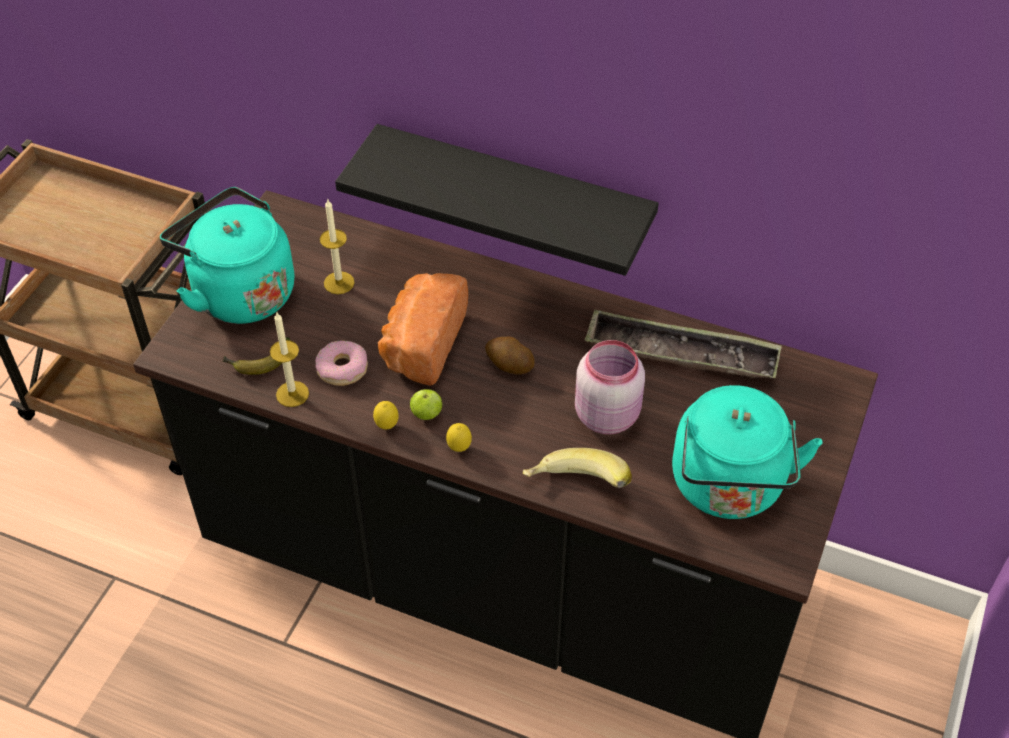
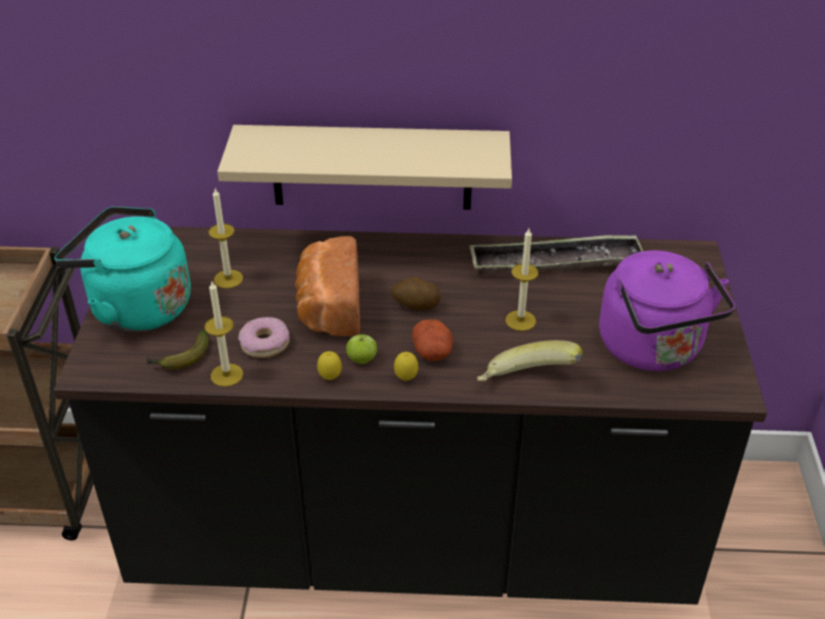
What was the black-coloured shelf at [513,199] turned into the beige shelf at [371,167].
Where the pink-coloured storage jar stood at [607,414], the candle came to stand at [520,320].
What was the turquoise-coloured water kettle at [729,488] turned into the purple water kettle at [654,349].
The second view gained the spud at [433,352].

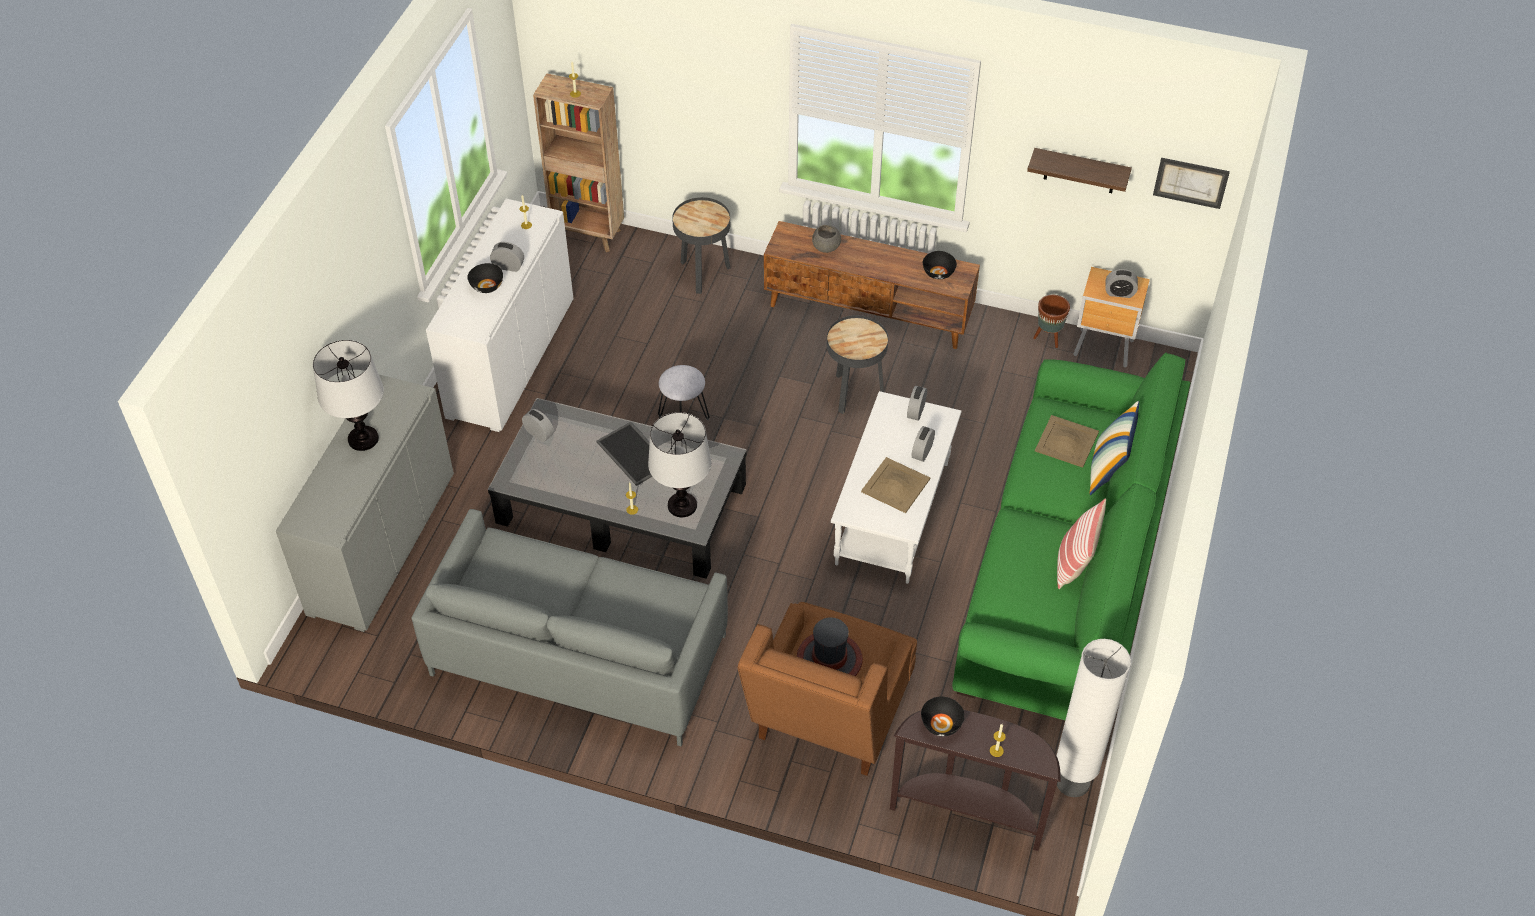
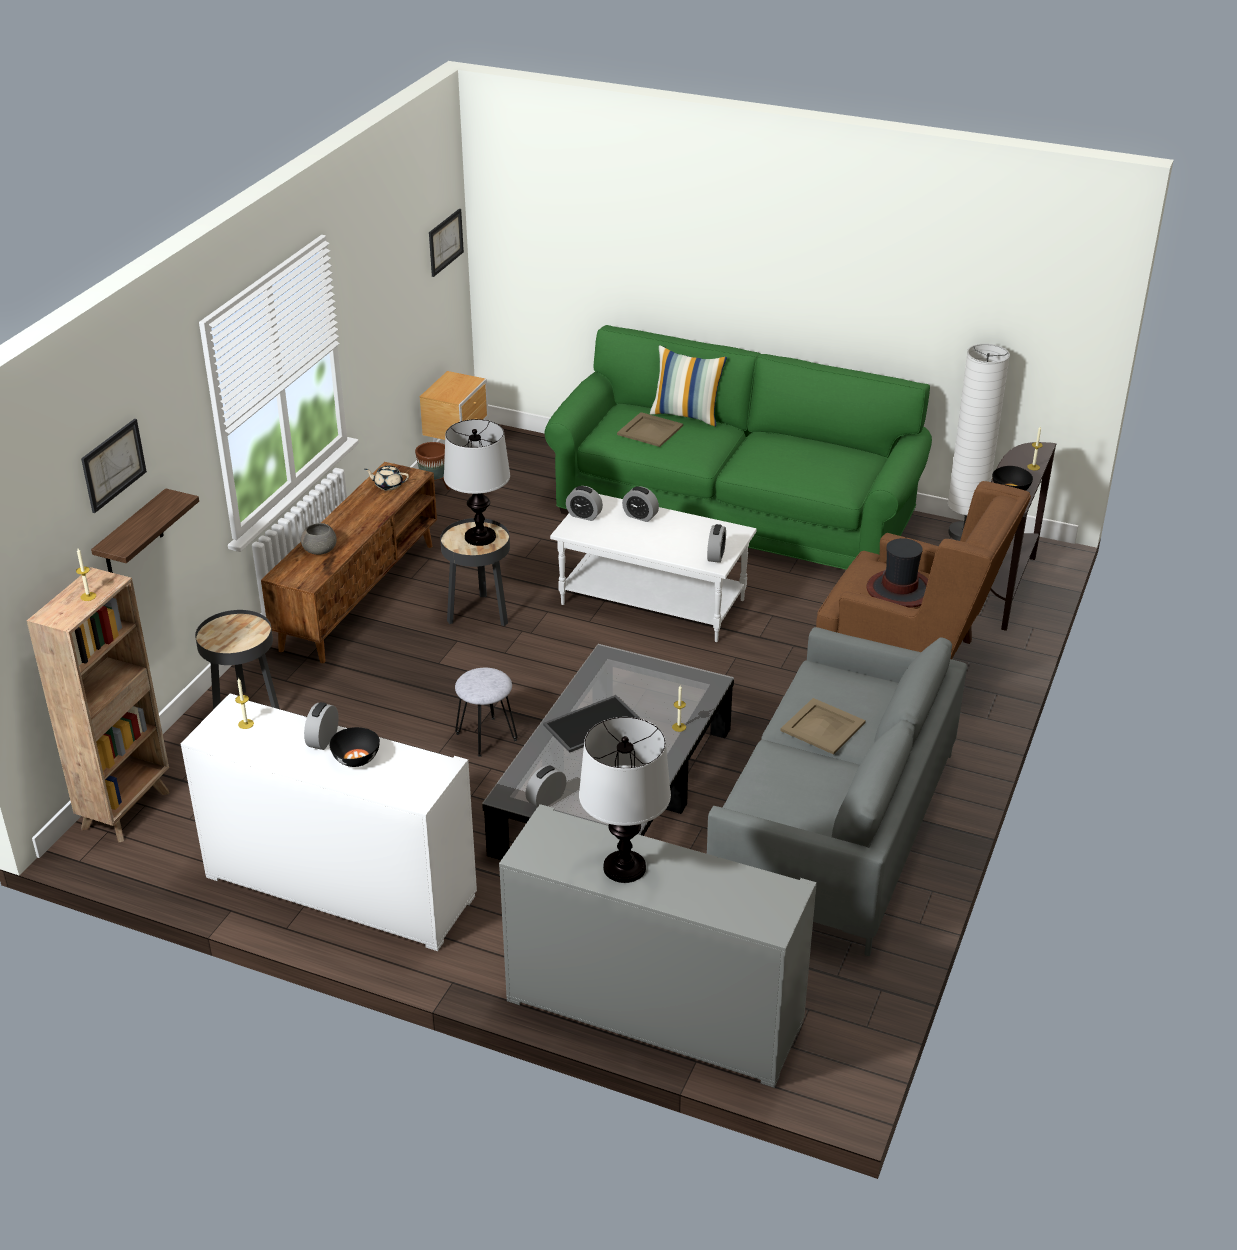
The shelf ended up elsewhere, having gone from [1080,171] to [132,537].
Where the black-coloured serving bowl stood at [938,272], the beige tea pot came to stand at [388,485].
The bedside clock ended up elsewhere, having gone from [1119,293] to [716,555].
The tabletop lamp ended up elsewhere, having gone from [681,506] to [480,537].
The beige carrying tray ended up elsewhere, having gone from [896,486] to [823,726].
The second view lost the pillow at [1074,563].
The second view gained the wall art at [113,465].

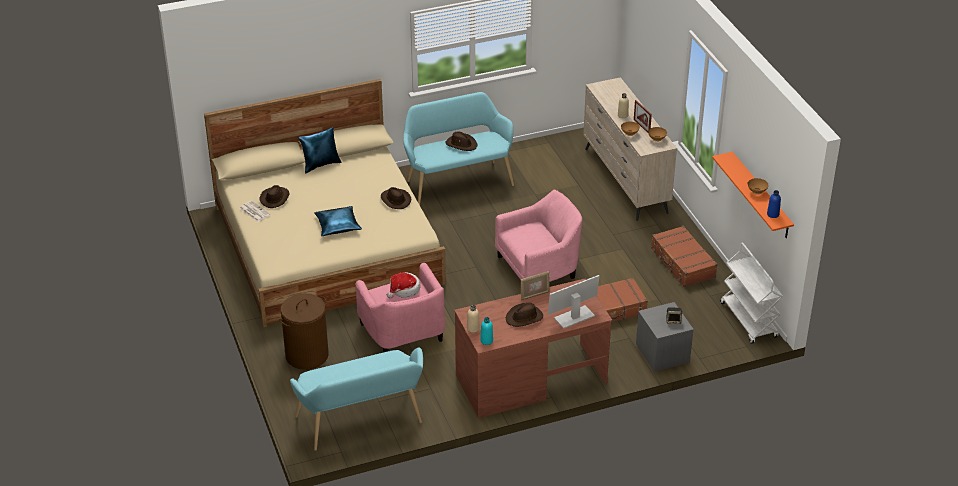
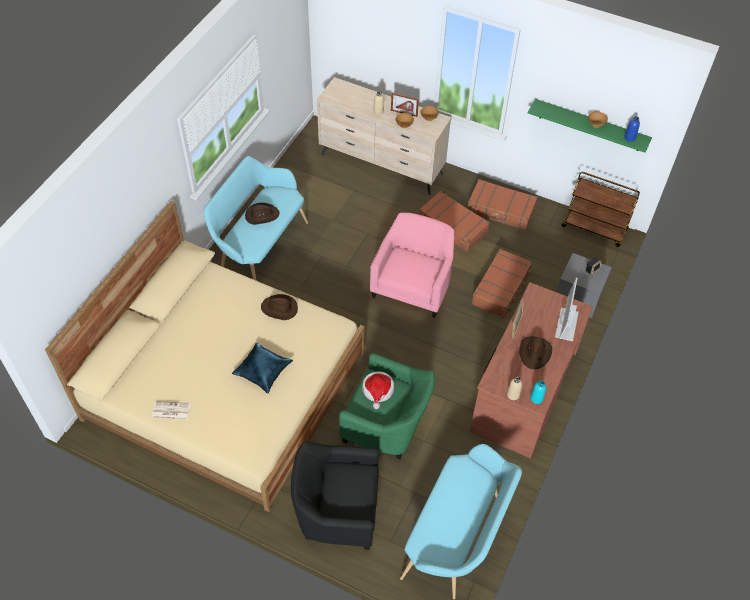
The second view lost the bluish pillow at [321,164].
What was the orange-coloured shelf at [761,196] turned into the green shelf at [590,125].
The second view lost the brown-coloured wearable hat at [275,198].
What was the whitish cart at [749,320] turned into the brown-coloured cart at [595,228].
What was the pink-coloured easy chair at [404,333] turned into the green easy chair at [387,424].
Where the brown-coloured washing basket stood at [307,355], the black-coloured easy chair came to stand at [337,509].
The second view gained the brown-coloured suitcase at [452,227].

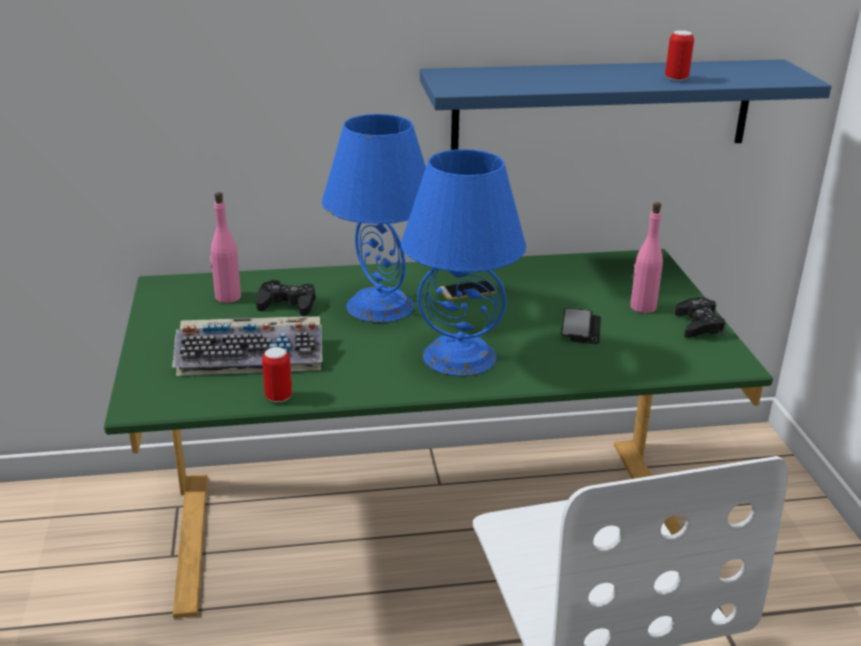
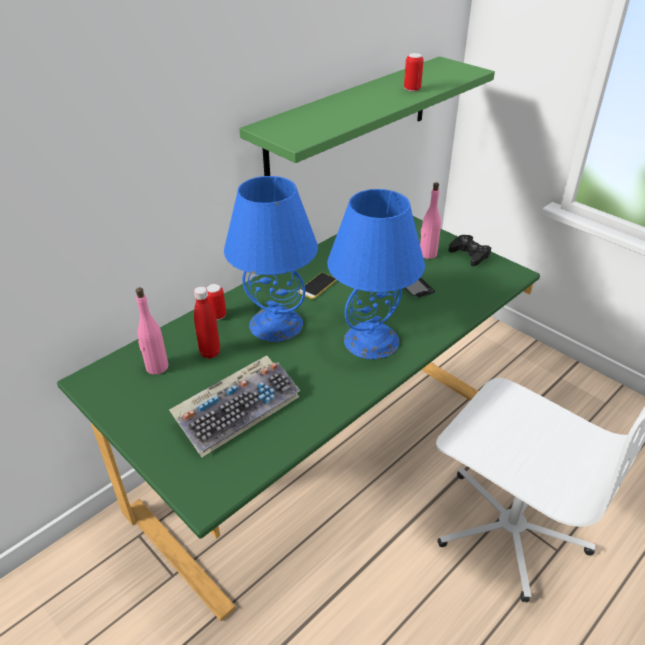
What was the bluish shelf at [602,106] turned into the green shelf at [350,119].
Where the black-coloured gamepad stood at [287,304], the red drink bottle came to stand at [210,353].
The metal can ended up elsewhere, having gone from [278,397] to [217,316].

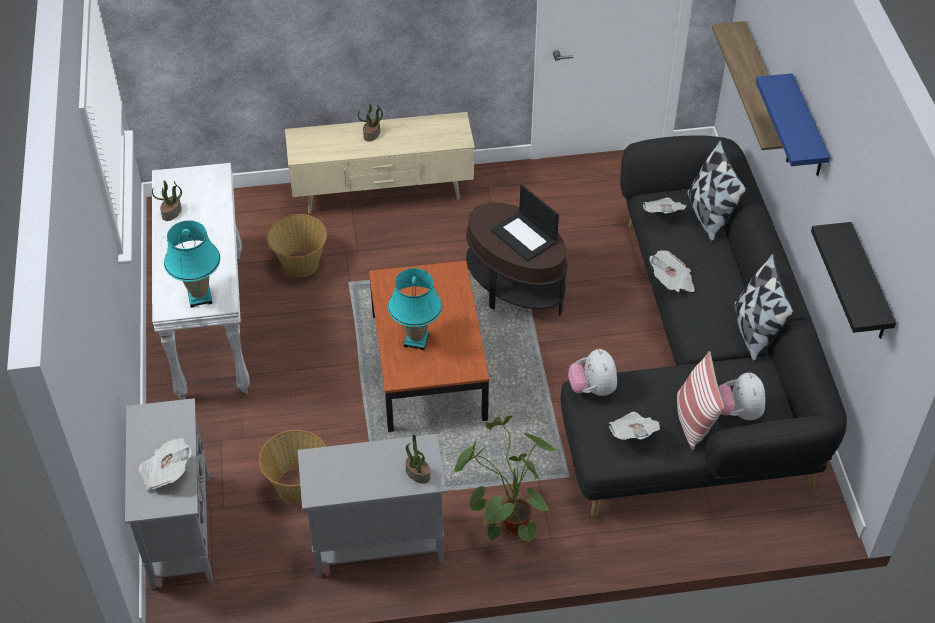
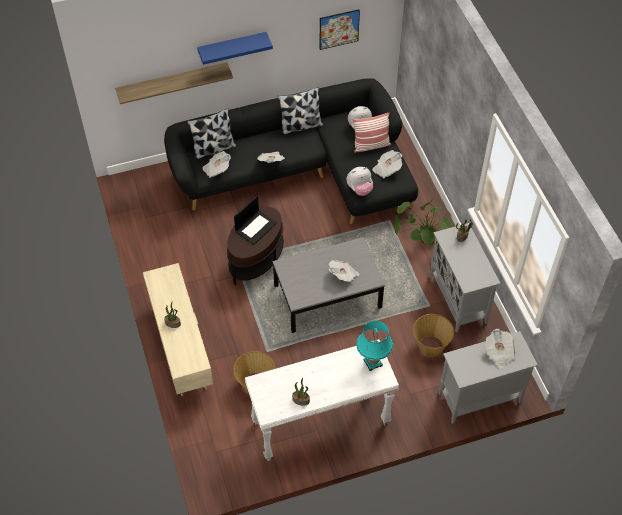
Where the black-coloured shelf hung at [868,285], the wall art came to hang at [339,29].
What was the brown-coloured low table at [429,366] turned into the greyish low table at [327,296].
Where the turquoise-coloured tabletop lamp stood at [416,341], the daily paper came to stand at [343,275].

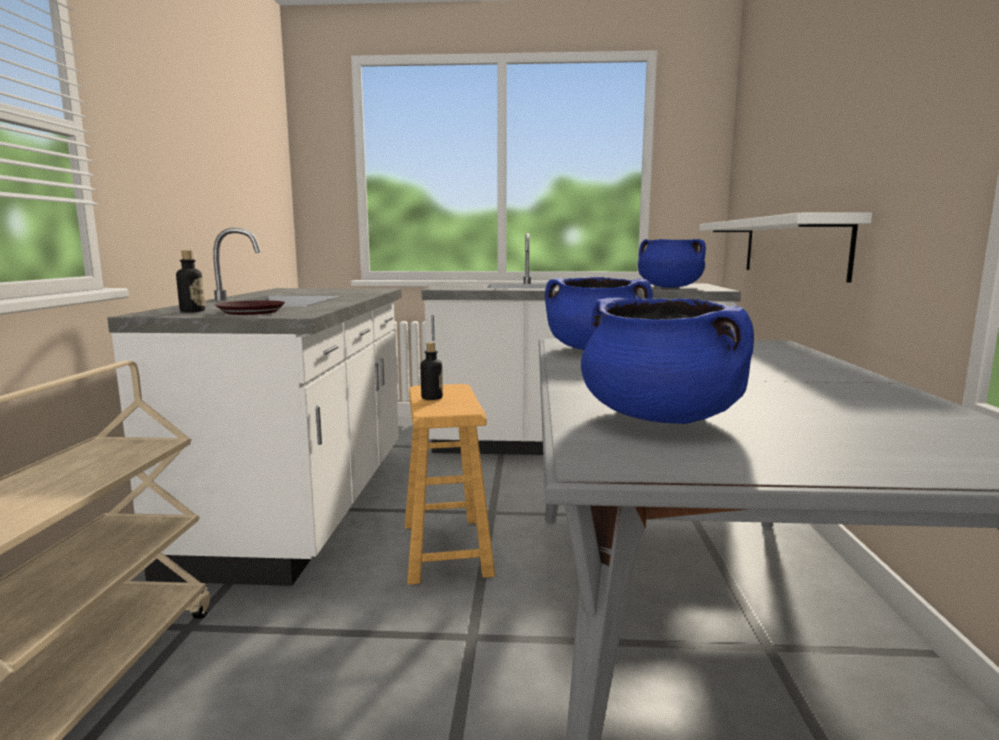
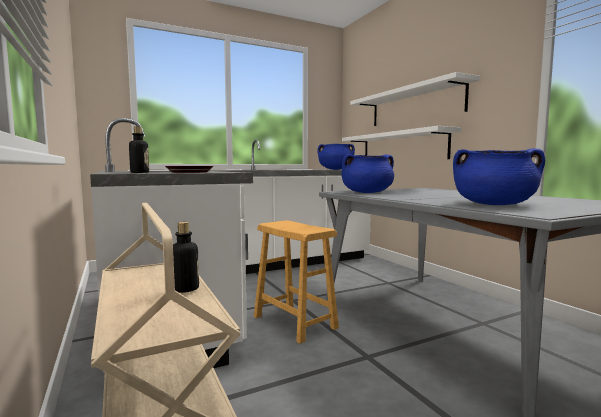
The drink bottle ended up elsewhere, having gone from [432,398] to [185,289].
The second view gained the whitish shelf at [414,105].

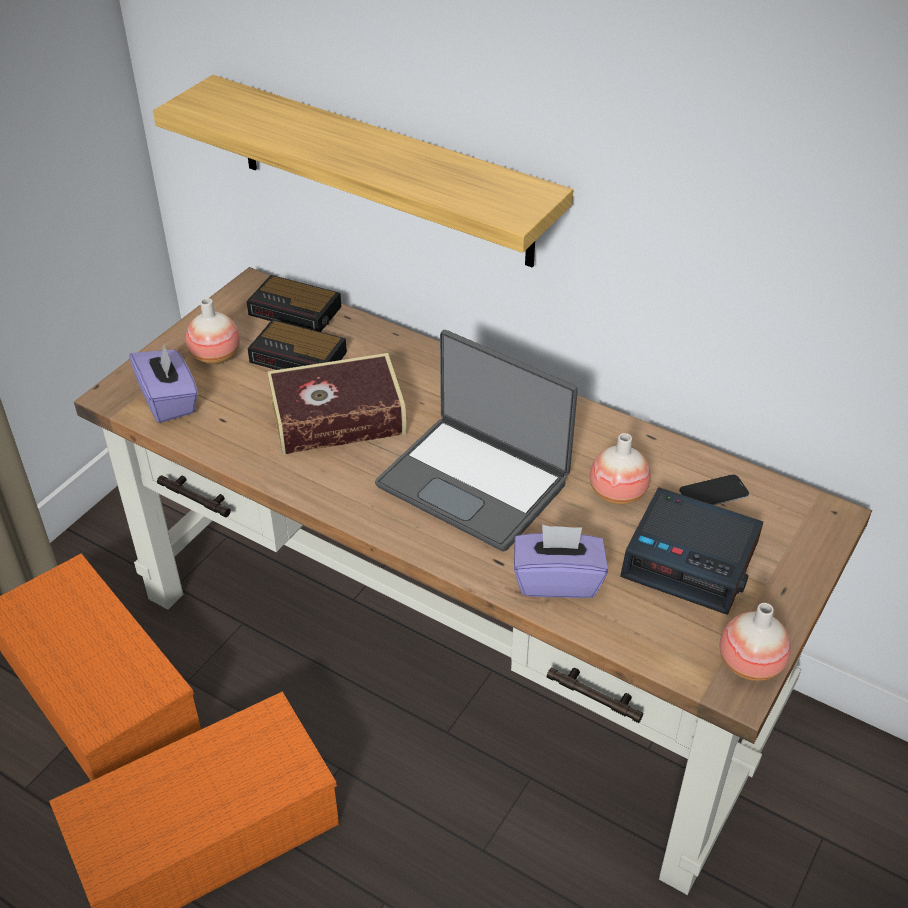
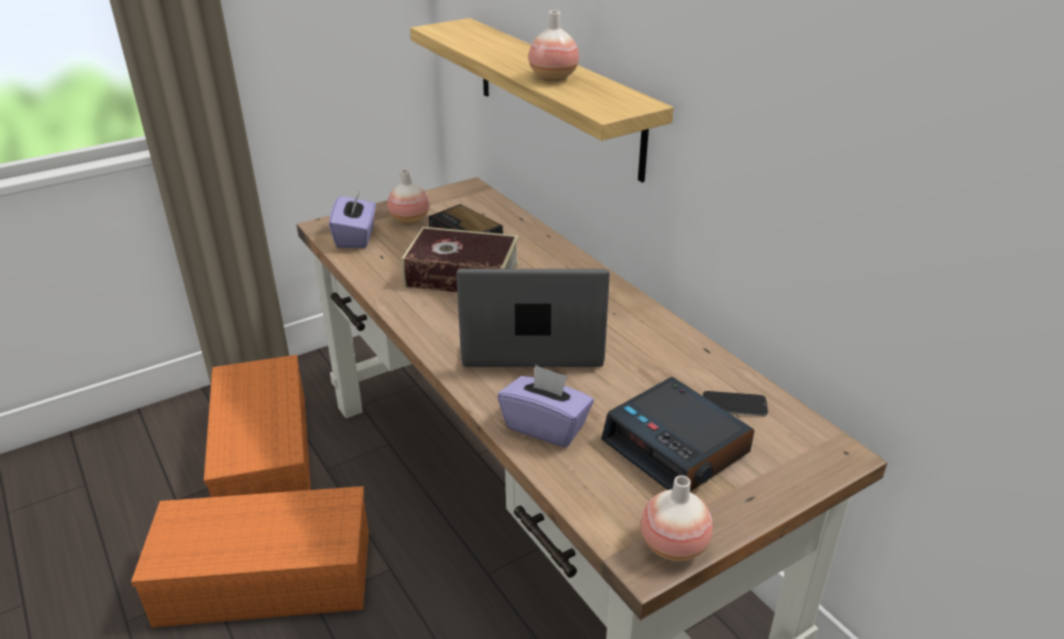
The second view lost the bedside clock at [297,311].
The notebook computer at [475,482] ended up facing another way, 120 degrees clockwise from before.
The decorative vase ended up elsewhere, having gone from [617,493] to [553,78].

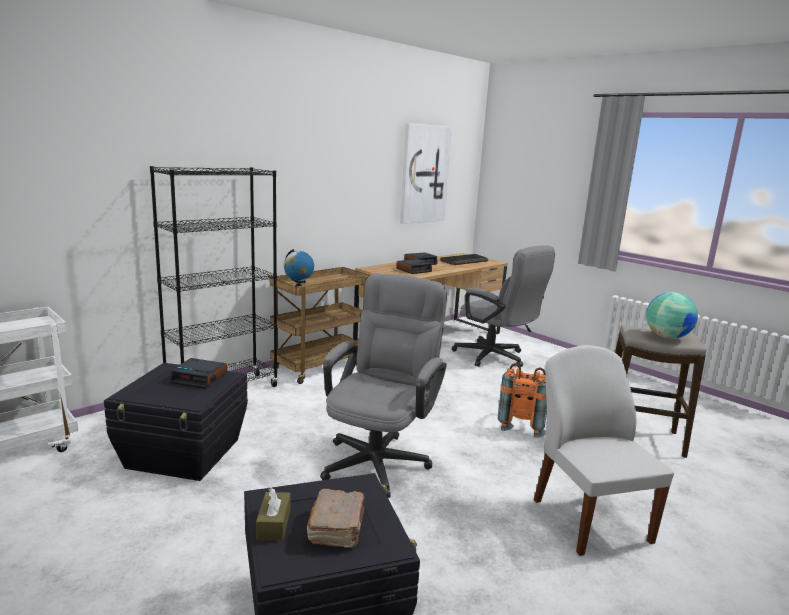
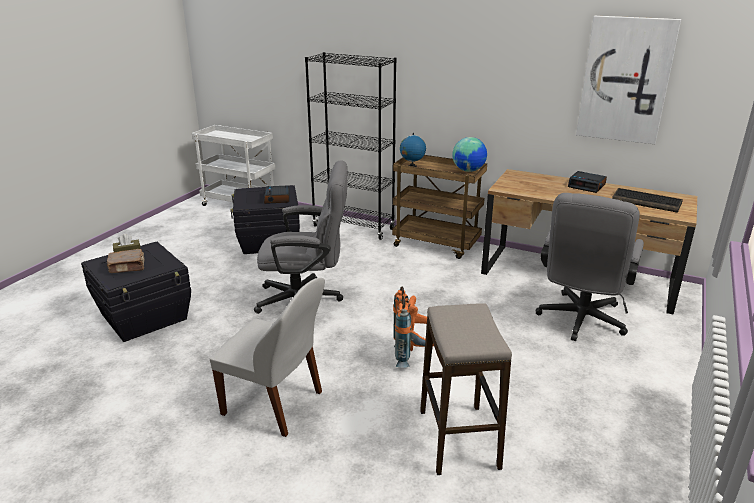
The second view lost the bedside clock at [414,270].
The desk globe ended up elsewhere, having gone from [666,337] to [468,170].
The whitish chair at [589,518] ended up facing another way, 60 degrees clockwise from before.

